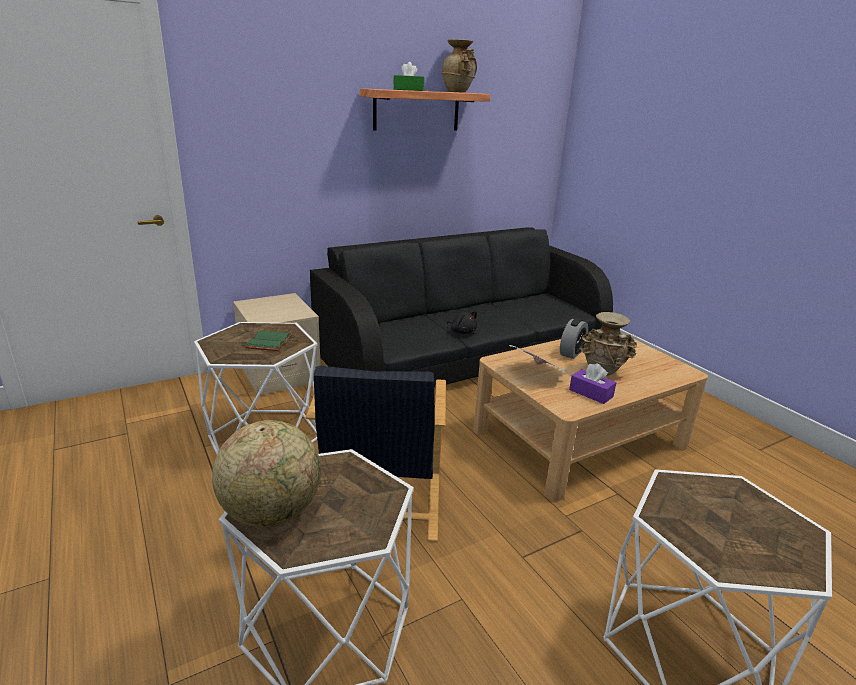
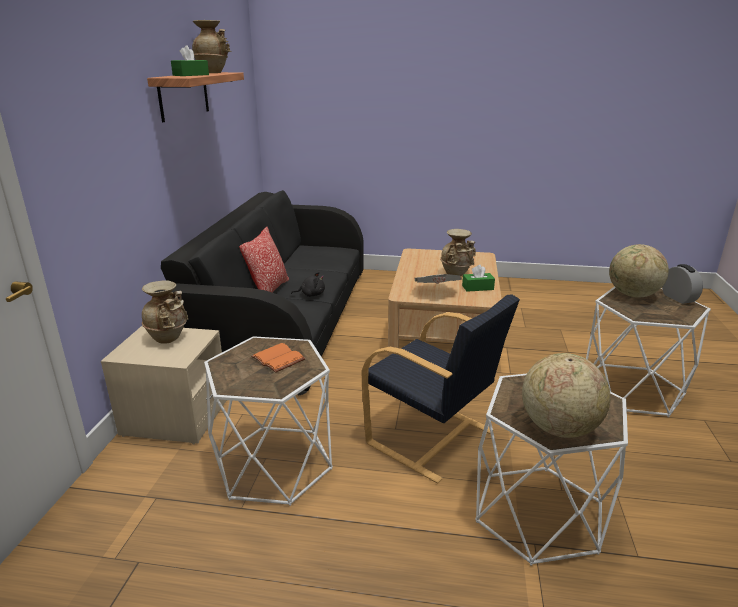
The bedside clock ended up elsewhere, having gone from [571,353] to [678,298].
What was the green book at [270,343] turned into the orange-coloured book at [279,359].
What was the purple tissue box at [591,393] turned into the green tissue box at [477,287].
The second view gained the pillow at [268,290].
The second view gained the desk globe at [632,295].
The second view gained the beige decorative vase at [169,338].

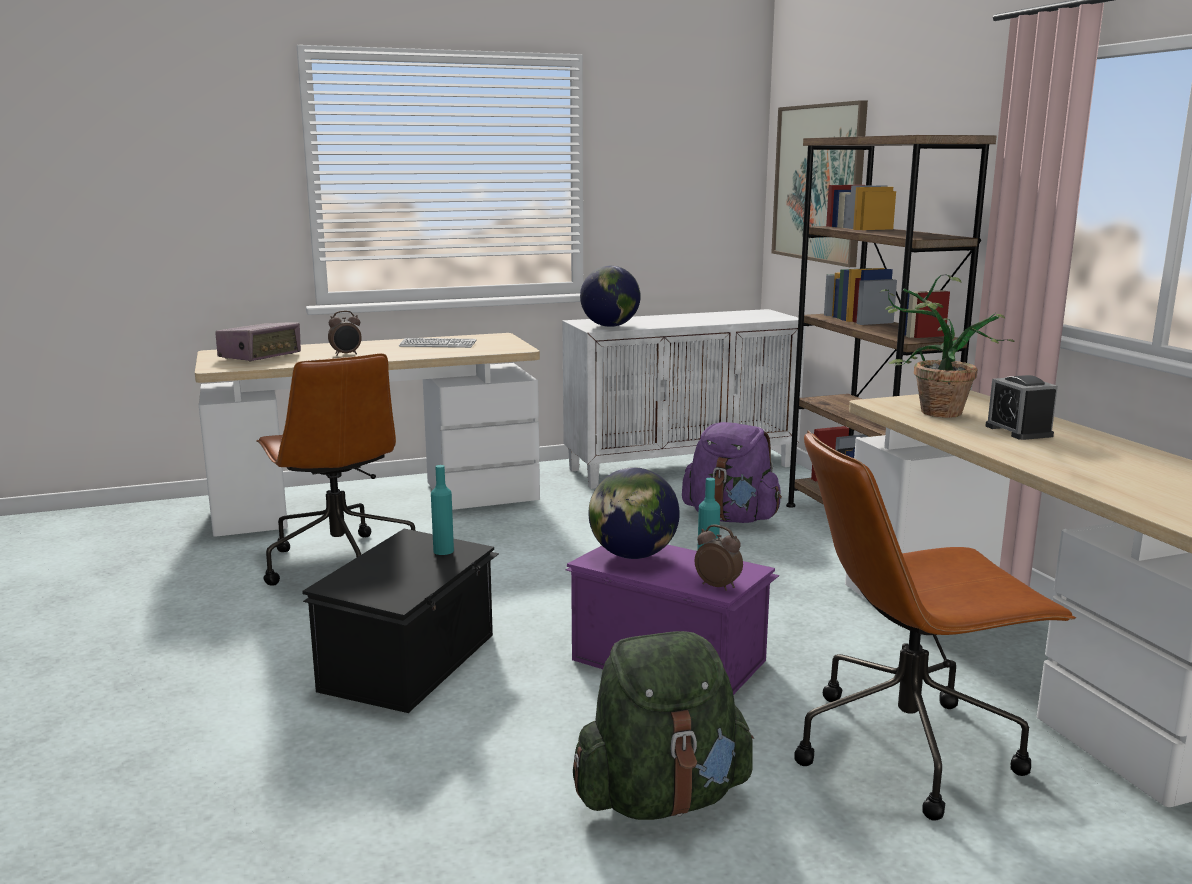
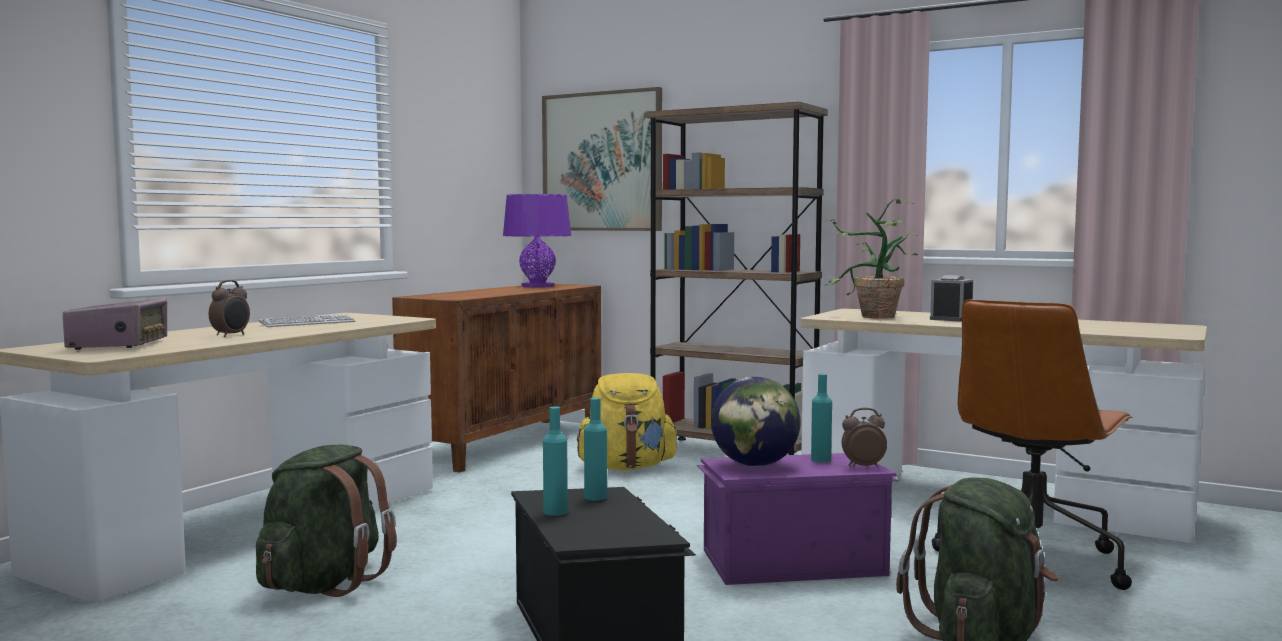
The second view lost the desk globe at [610,326].
What was the whitish cabinet at [681,467] turned into the brown-coloured cabinet at [507,443].
Where the brown-coloured computer chair stood at [339,562], the green knapsack came to stand at [324,583].
The bedside clock at [1018,431] ended up facing another way, 90 degrees clockwise from before.
What was the purple knapsack at [731,518] turned into the yellowish knapsack at [627,467].
The second view gained the purple tabletop lamp at [537,286].
The second view gained the turquoise-coloured drink bottle at [555,512].

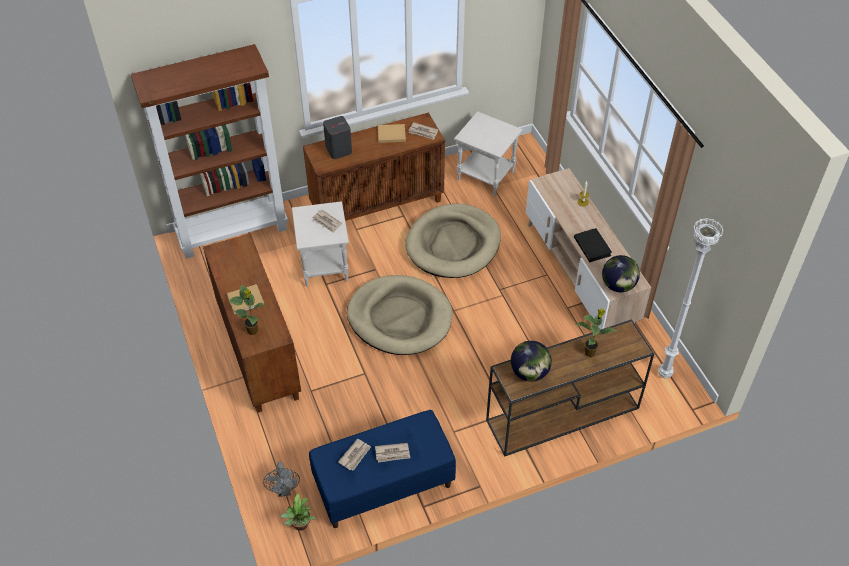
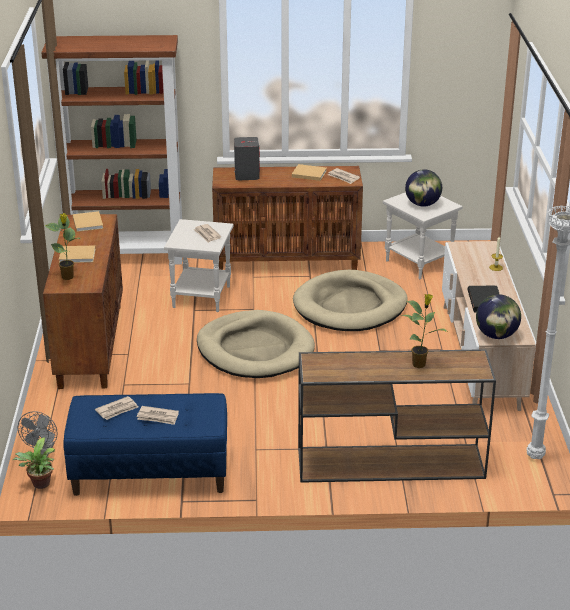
The desk globe ended up elsewhere, having gone from [529,373] to [422,204].
The second view gained the beige book at [87,222].

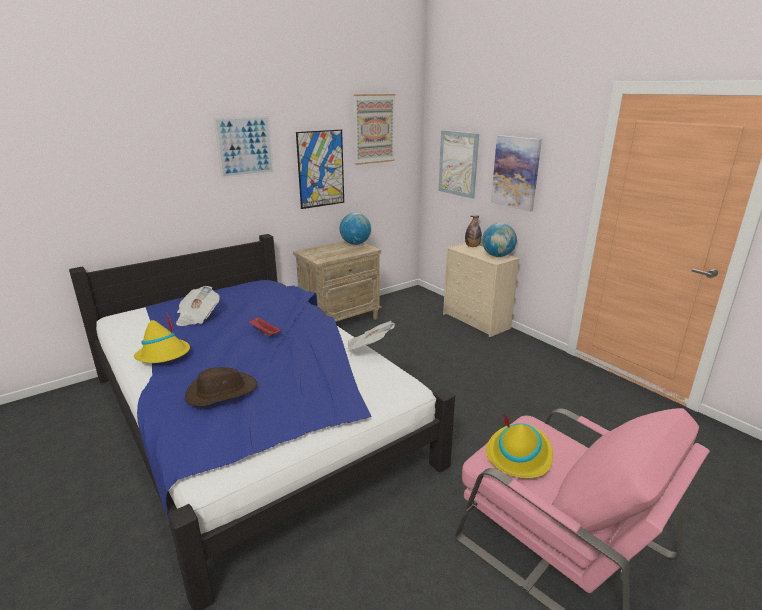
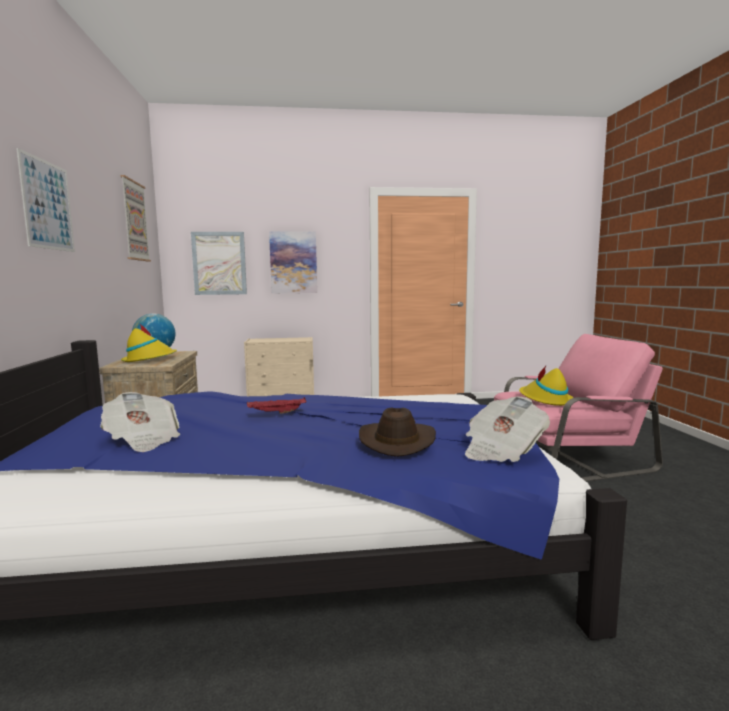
The second view lost the wall art at [321,169].
The second view lost the drink bottle at [472,246].
The second view lost the desk globe at [497,256].
The yellowish wearable hat ended up elsewhere, having gone from [164,355] to [149,359].
The daily paper ended up elsewhere, having gone from [369,348] to [501,451].

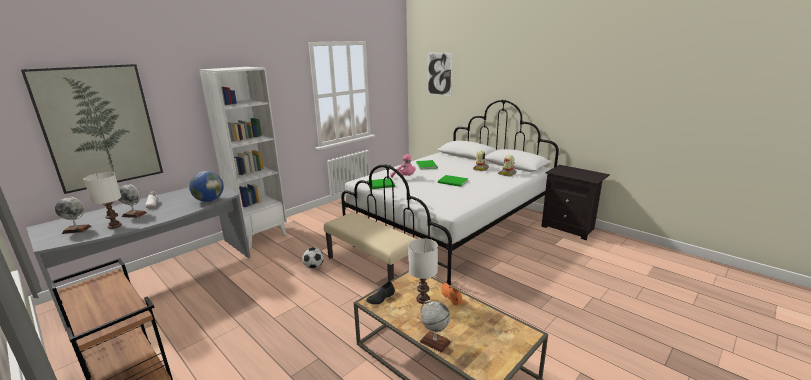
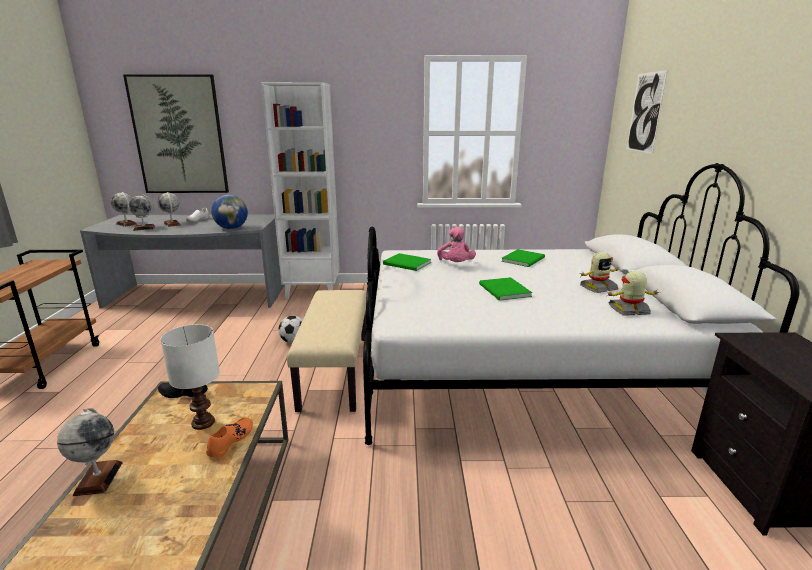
Where the whitish tabletop lamp stood at [115,226], the desk globe came to stand at [144,228].

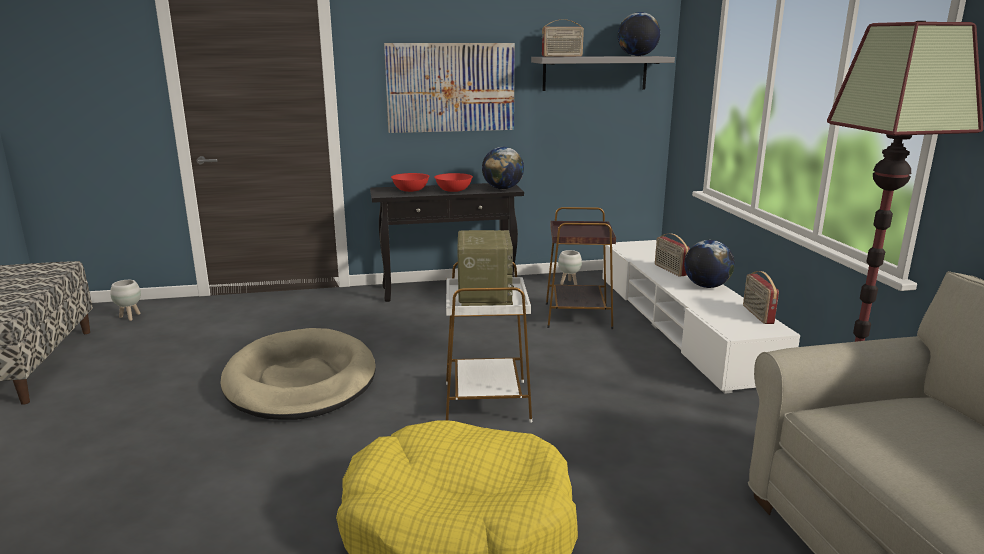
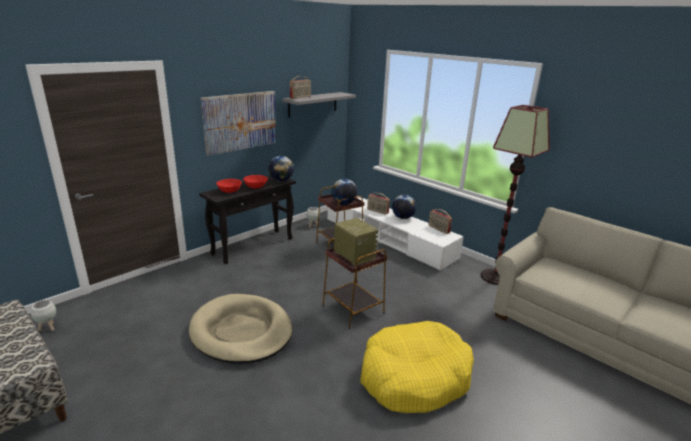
The desk globe ended up elsewhere, having gone from [637,56] to [343,203].
What was the whitish side table at [487,401] turned into the brown-coloured side table at [353,309].

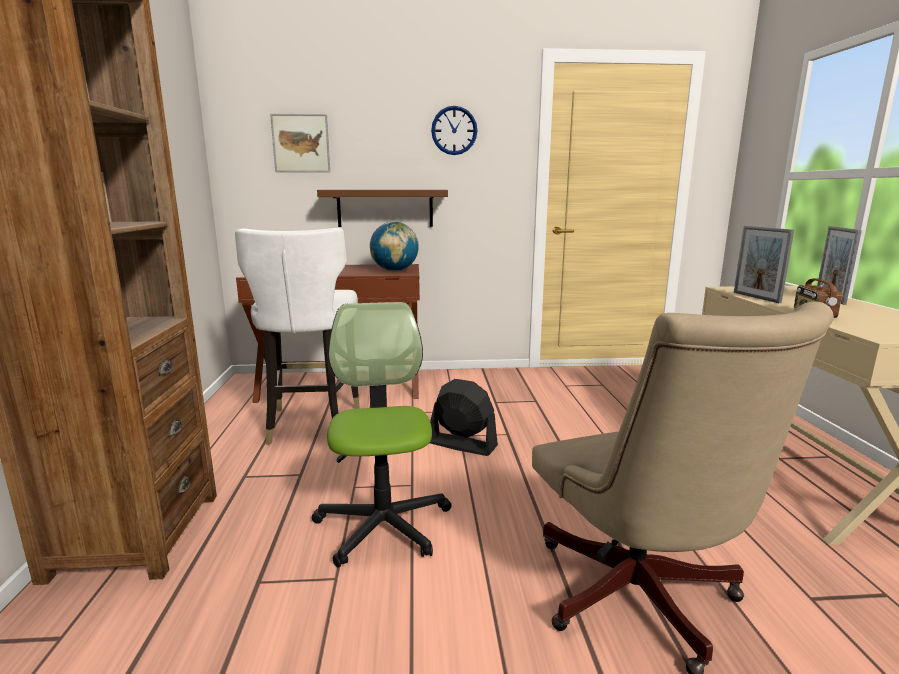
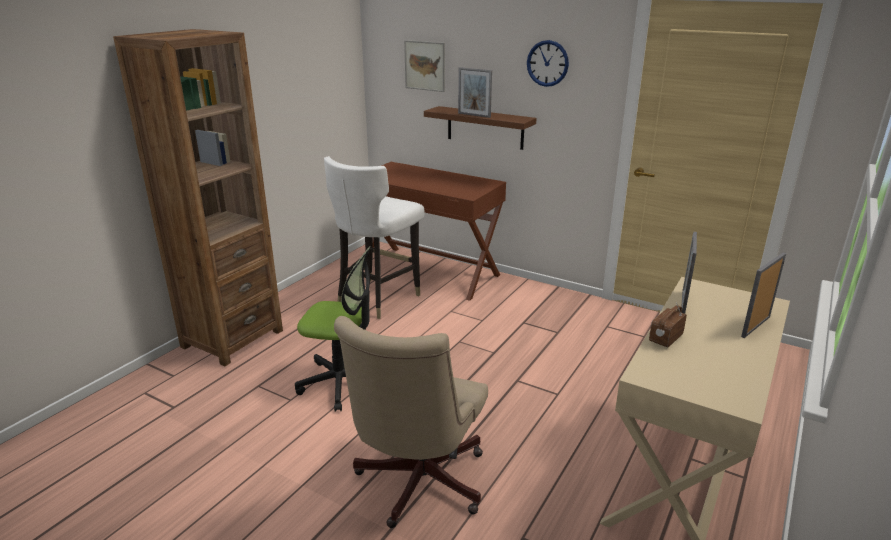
The second view lost the desk globe at [395,271].
The computer chair at [383,525] ended up facing another way, 75 degrees clockwise from before.
The second view lost the black-coloured fan at [461,444].
The second view gained the picture frame at [474,115].

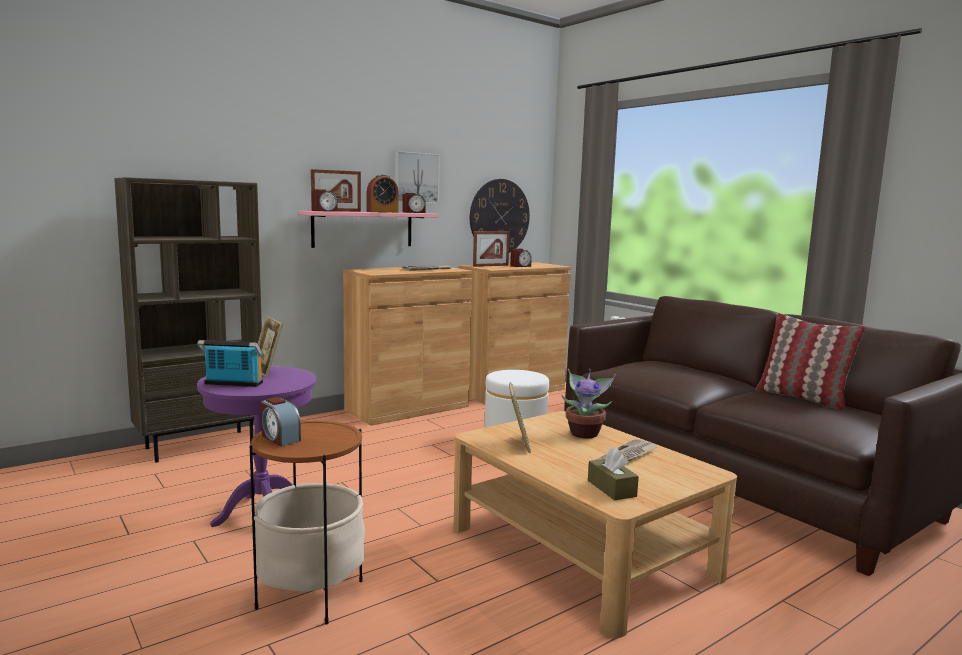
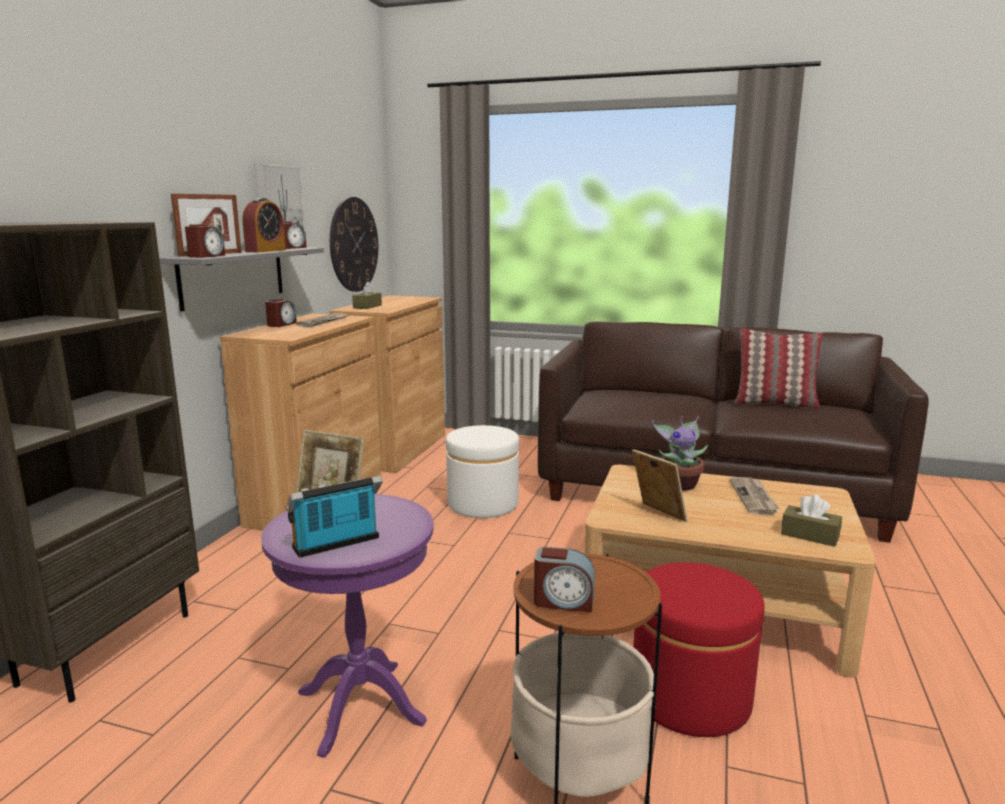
What was the pink-coloured shelf at [363,229] turned into the greyish shelf at [233,276].
Where the picture frame stood at [490,266], the brown-coloured tissue box came to stand at [367,307].
The bedside clock ended up elsewhere, having gone from [520,266] to [281,324].
The second view gained the red footrest at [690,697].

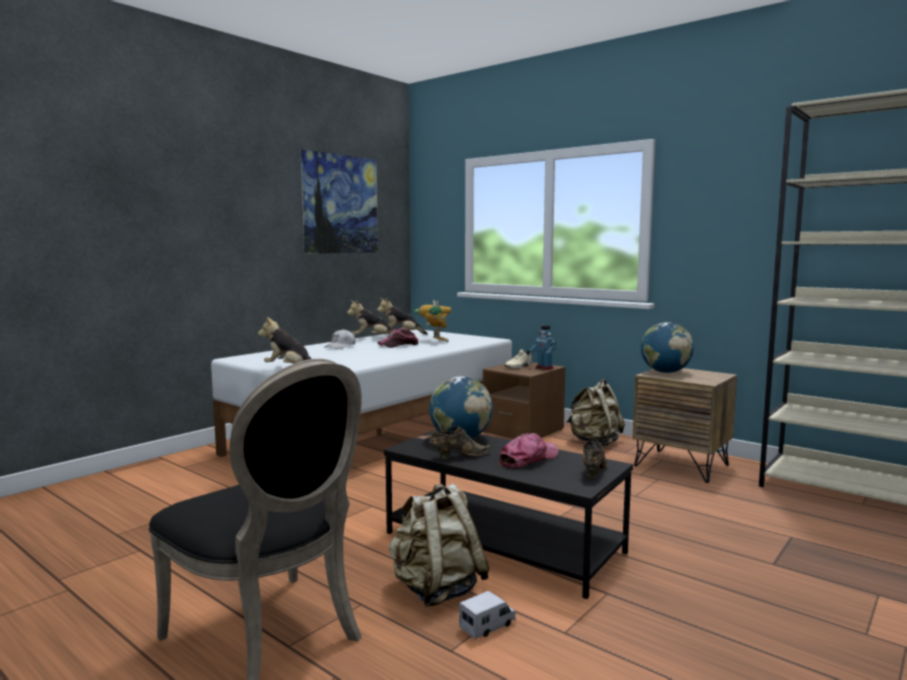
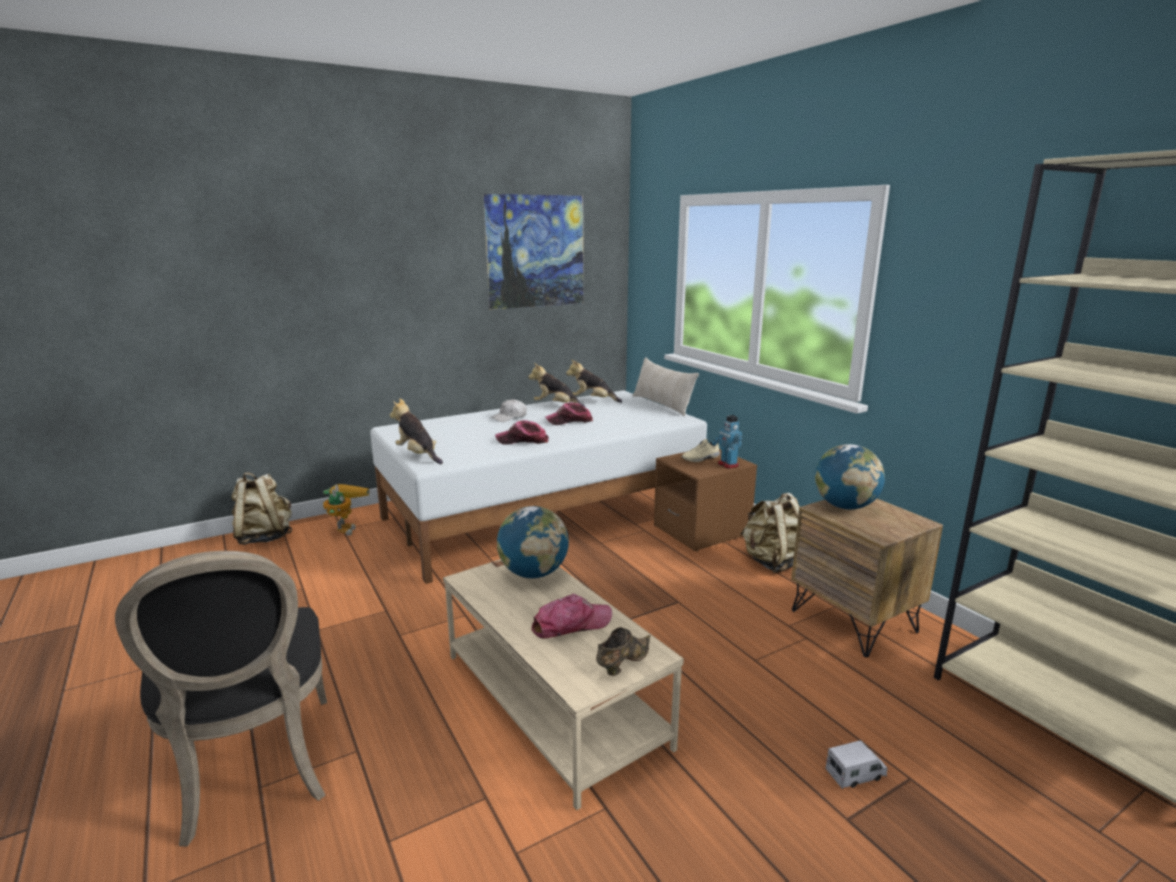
The robot figure ended up elsewhere, having gone from [435,340] to [345,528].
The second view lost the brown-coloured shoe at [457,456].
What was the black-coloured low table at [501,542] turned into the beige low table at [551,699].
The beige knapsack ended up elsewhere, having gone from [436,590] to [264,537].
The toy lorry ended up elsewhere, having gone from [488,626] to [855,774].
The second view gained the beige pillow at [662,405].
The second view gained the baseball cap at [522,440].

